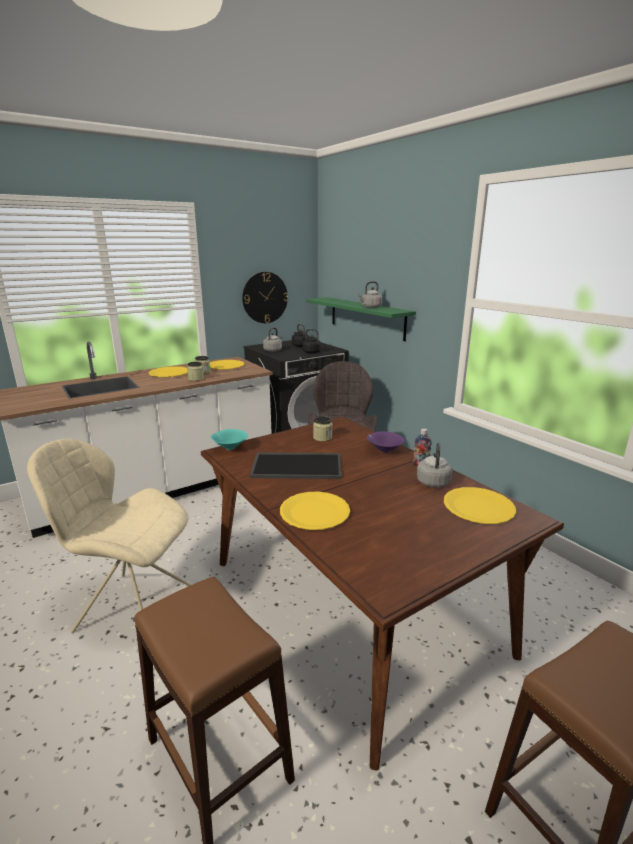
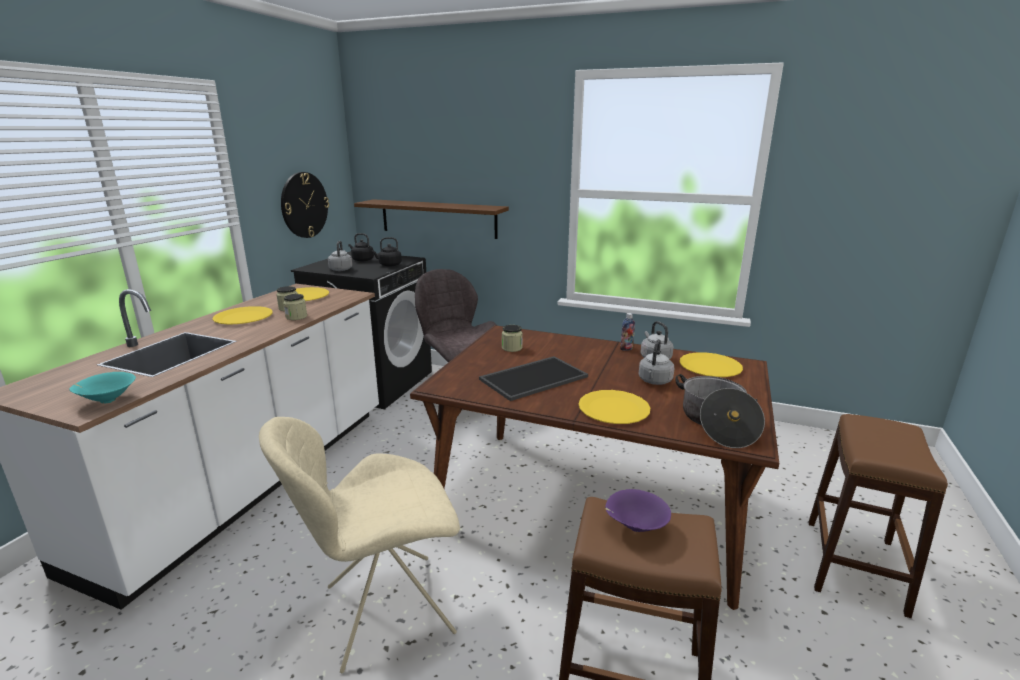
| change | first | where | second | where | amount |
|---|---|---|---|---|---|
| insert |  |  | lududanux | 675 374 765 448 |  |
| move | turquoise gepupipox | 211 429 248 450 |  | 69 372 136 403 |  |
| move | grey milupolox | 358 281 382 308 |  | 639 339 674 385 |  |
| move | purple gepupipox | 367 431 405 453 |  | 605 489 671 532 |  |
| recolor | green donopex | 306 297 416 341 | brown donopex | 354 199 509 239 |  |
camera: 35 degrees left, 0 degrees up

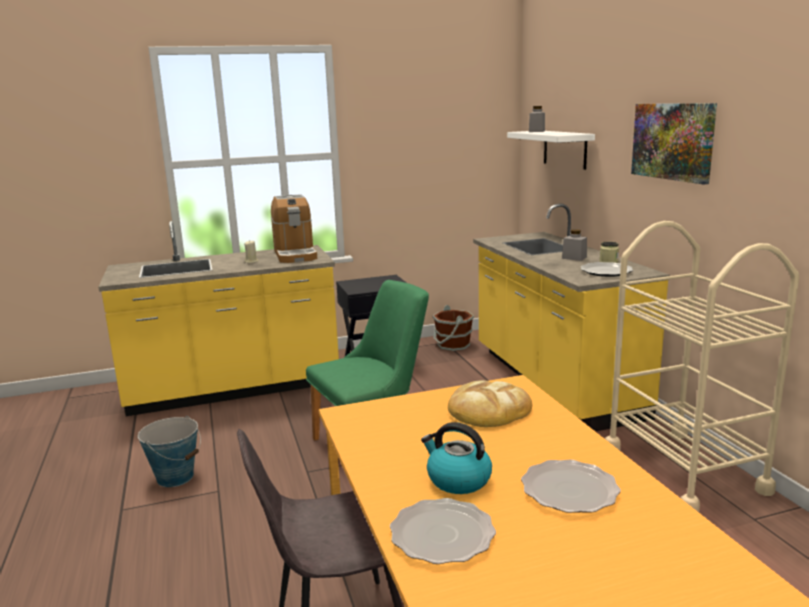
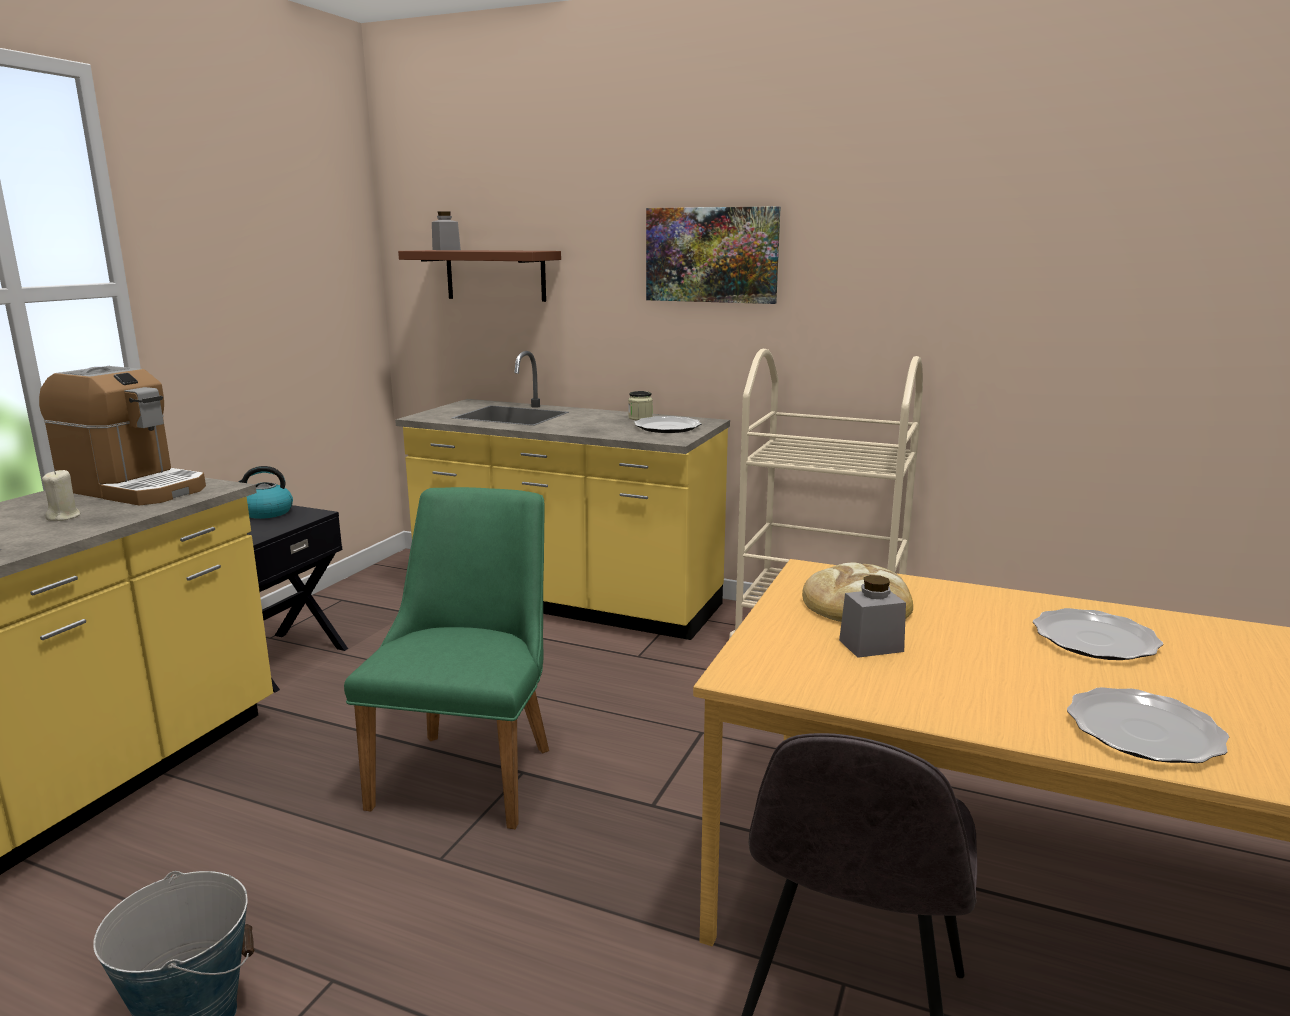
| change | first | where | second | where | amount |
|---|---|---|---|---|---|
| delete | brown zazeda | 433 305 474 351 |  |  |  |
| move | milupolox | 421 422 492 494 |  | 239 466 293 519 |  |
| move | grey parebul | 562 229 587 261 |  | 839 575 906 658 |  |
| recolor | white donopex | 507 131 595 170 | brown donopex | 398 250 561 302 |  |
camera: 50 degrees left, 0 degrees up

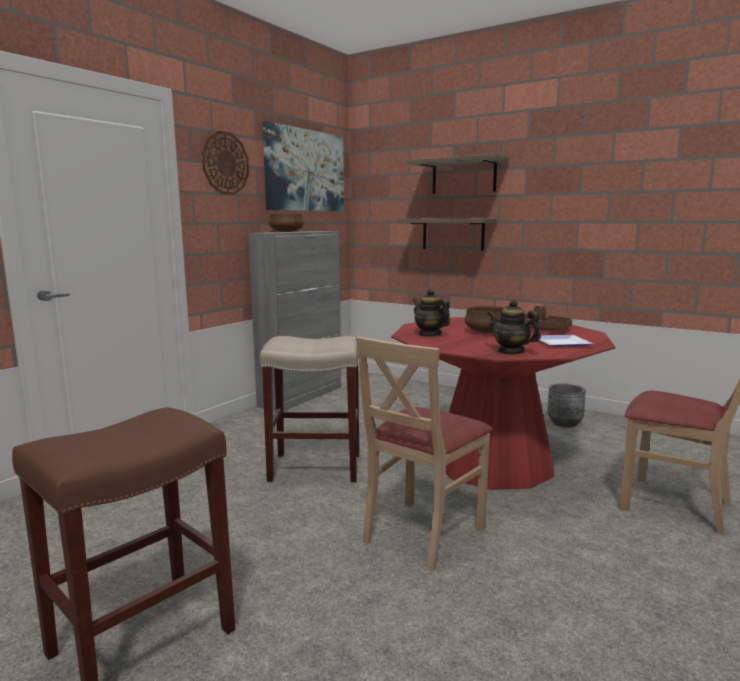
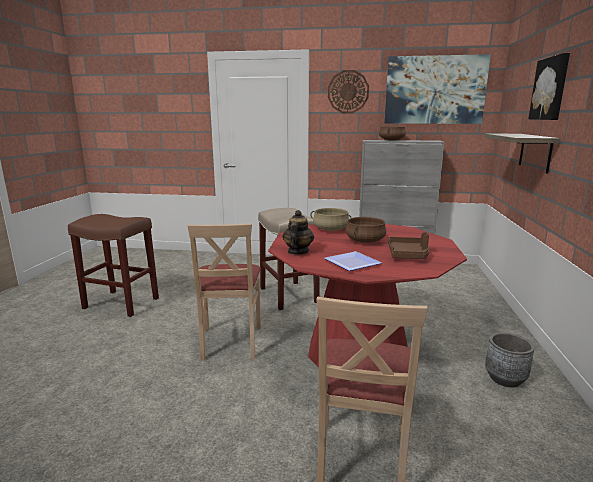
| change | first | where | second | where | amount |
|---|---|---|---|---|---|
| replace | donopex | 406 154 509 194 | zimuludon | 528 53 570 120 |  |
| replace | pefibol | 412 289 450 337 | beige lududanux | 310 208 351 231 |  |
| rotate | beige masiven | 356 336 493 571 |  | 187 224 261 361 | 105 degrees counterclockwise |
camera: 65 degrees right, 5 degrees up

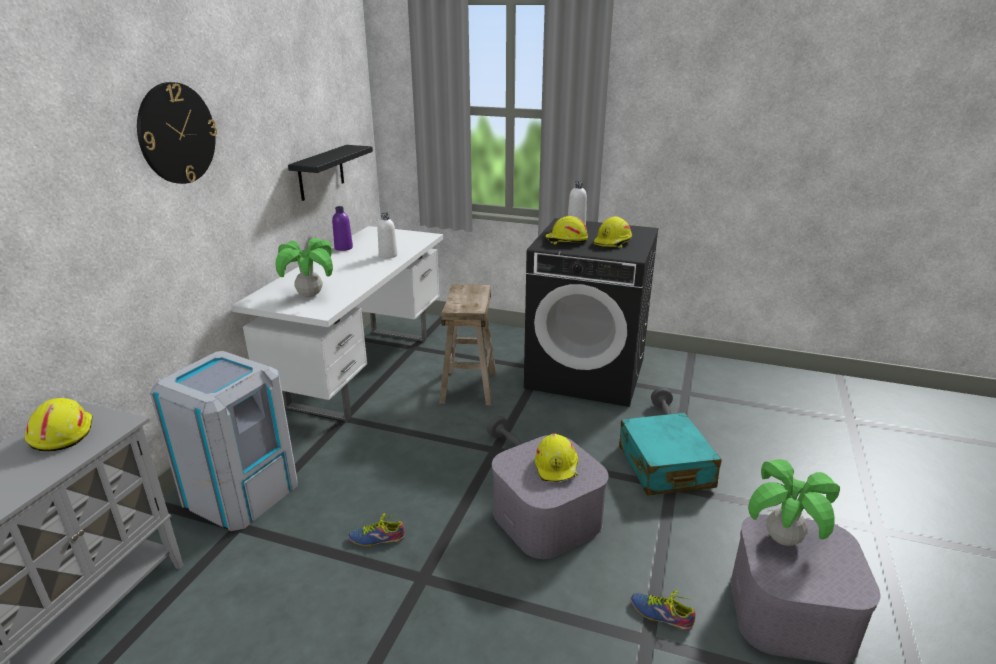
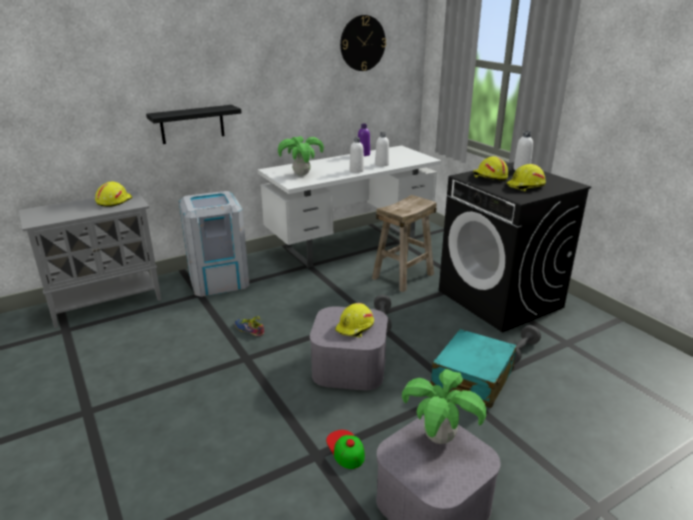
| change | first | where | second | where | amount |
|---|---|---|---|---|---|
| insert |  |  | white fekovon | 350 137 364 173 |  |
| move | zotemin | 137 82 217 184 |  | 340 15 386 71 |  |
| move | black donopex | 288 145 373 201 |  | 146 105 242 144 |  |
| replace | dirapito | 630 591 695 630 | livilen | 326 430 365 469 |  |
camera: 40 degrees right, 0 degrees up

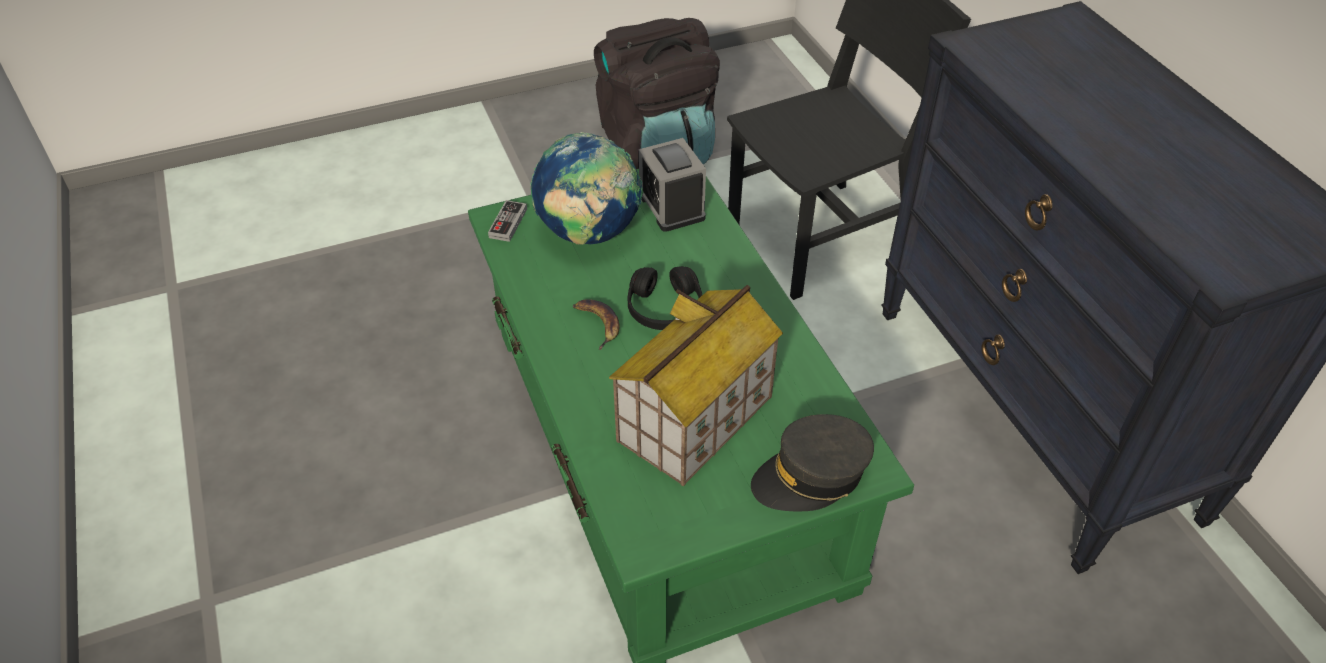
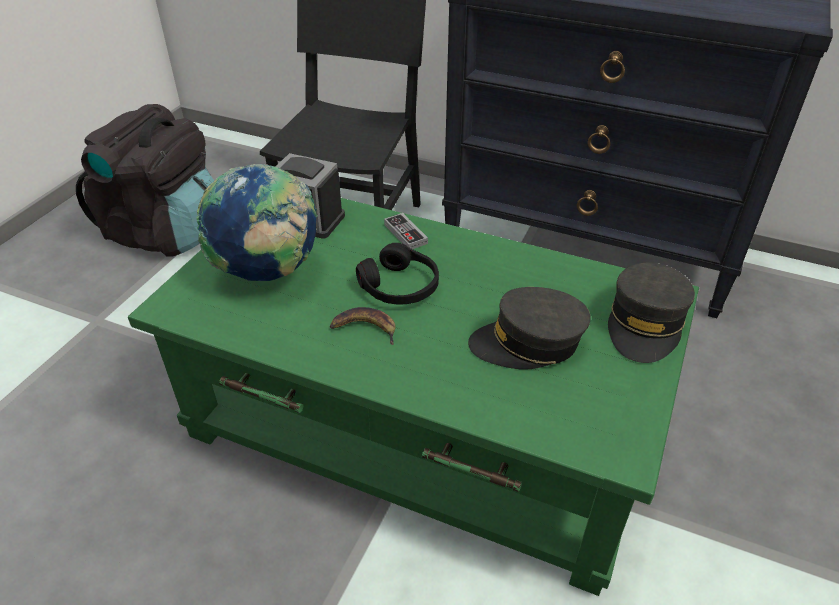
| change | first | where | second | where | amount |
|---|---|---|---|---|---|
| move | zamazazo | 488 200 527 242 |  | 384 213 428 249 |  |
| replace | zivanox | 609 285 783 487 | grey livilen | 468 287 591 370 |  |
camera: 45 degrees left, 5 degrees down

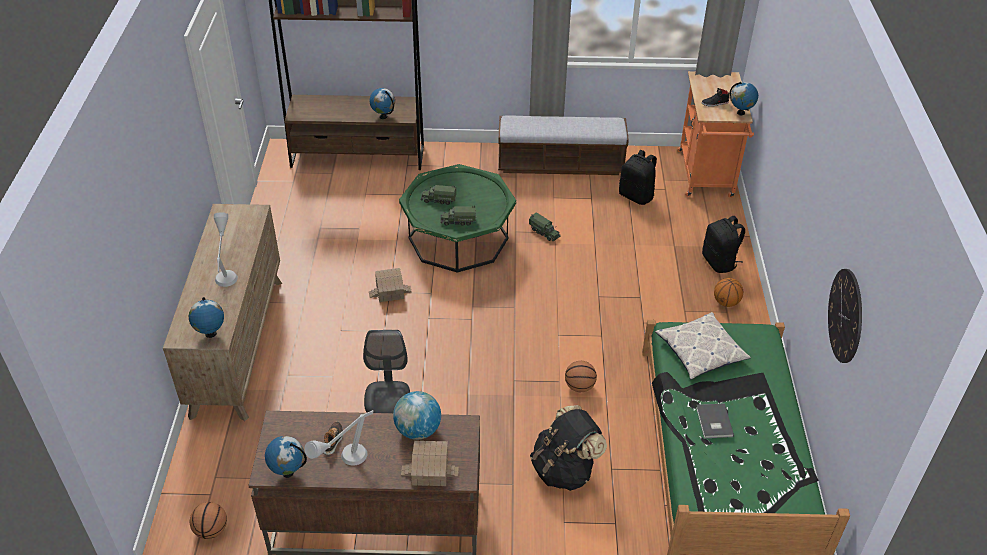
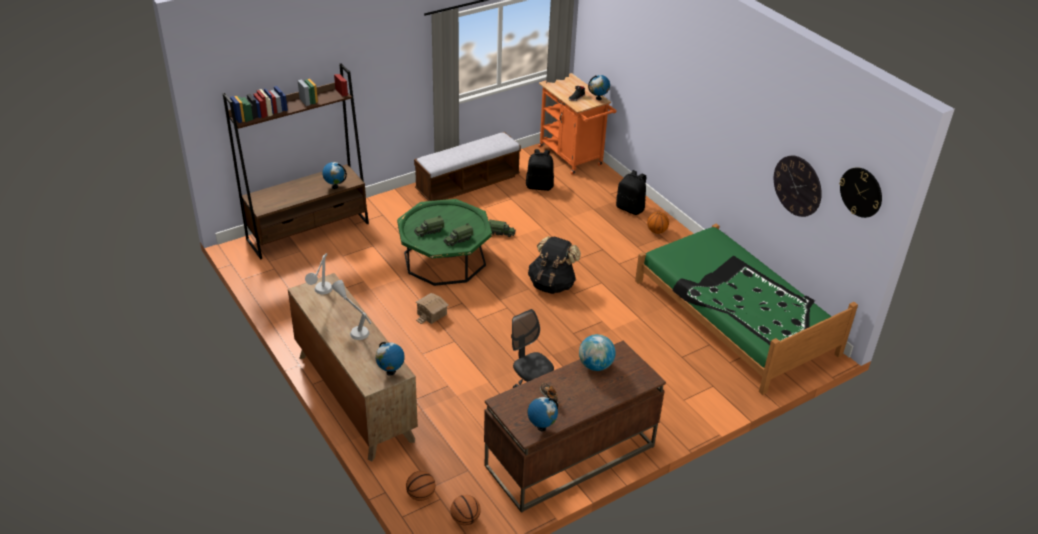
| change | first | where | second | where | amount |
|---|---|---|---|---|---|
| delete | zivanox | 401 441 459 486 |  |  |  |
| delete | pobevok | 655 312 751 379 |  |  |  |
| delete | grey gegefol | 696 403 734 438 |  |  |  |
| insert |  |  | zotemin | 839 167 882 218 |  |
| move | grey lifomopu | 305 410 373 466 |  | 305 253 333 294 |  |
| move | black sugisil | 530 405 607 491 |  | 528 236 581 294 |  |
| move | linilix | 565 361 597 392 |  | 406 471 436 501 |  |
camera: 35 degrees left, 5 degrees down

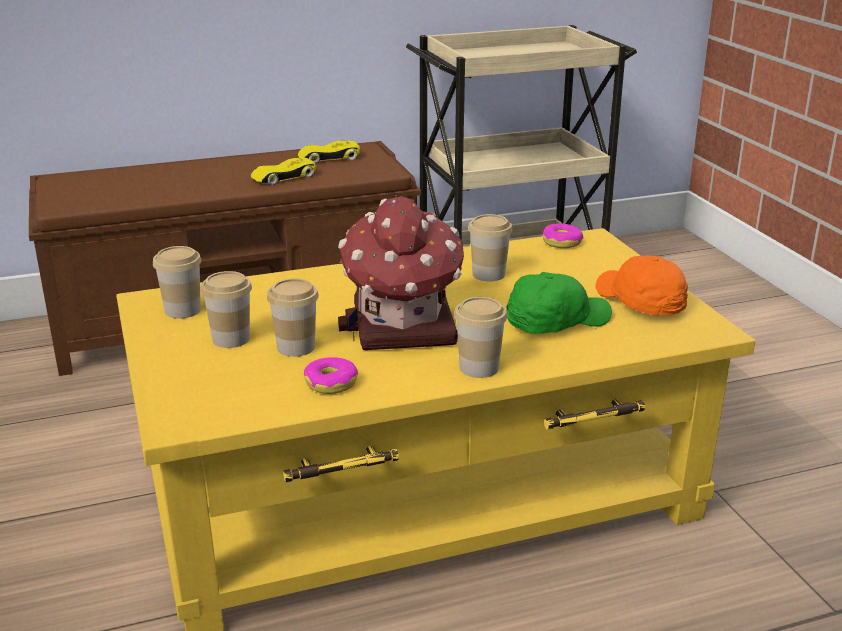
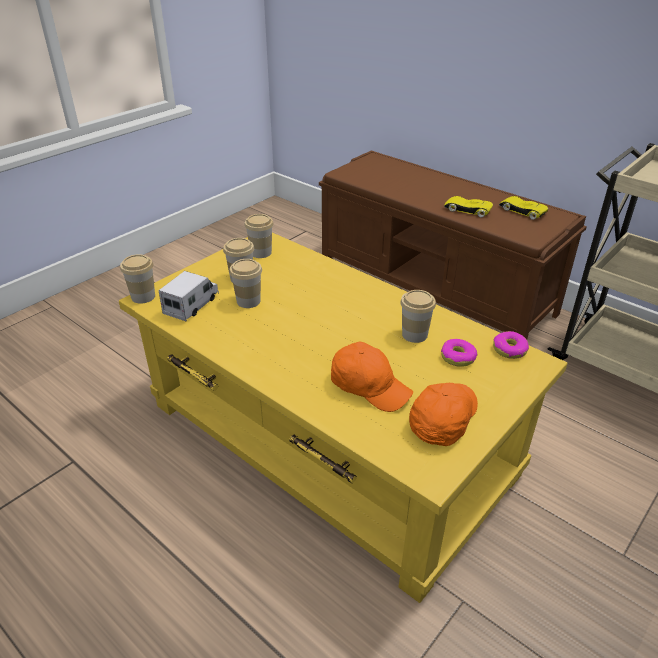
| change | first | where | second | where | amount |
|---|---|---|---|---|---|
| delete | zivanox | 338 196 464 350 |  |  |  |
| insert |  |  | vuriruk | 159 271 219 321 |  |
| move | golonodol | 304 357 358 394 |  | 441 339 477 367 |  |
| move | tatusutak | 454 297 508 378 |  | 120 254 155 304 |  |
| recolor | green livilen | 506 272 612 334 | orange livilen | 331 342 413 412 |  |
camera: 60 degrees right, 10 degrees up

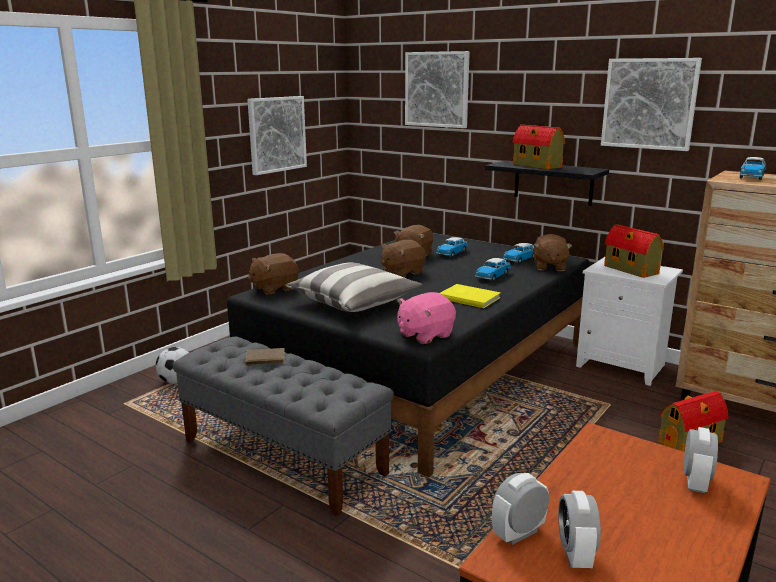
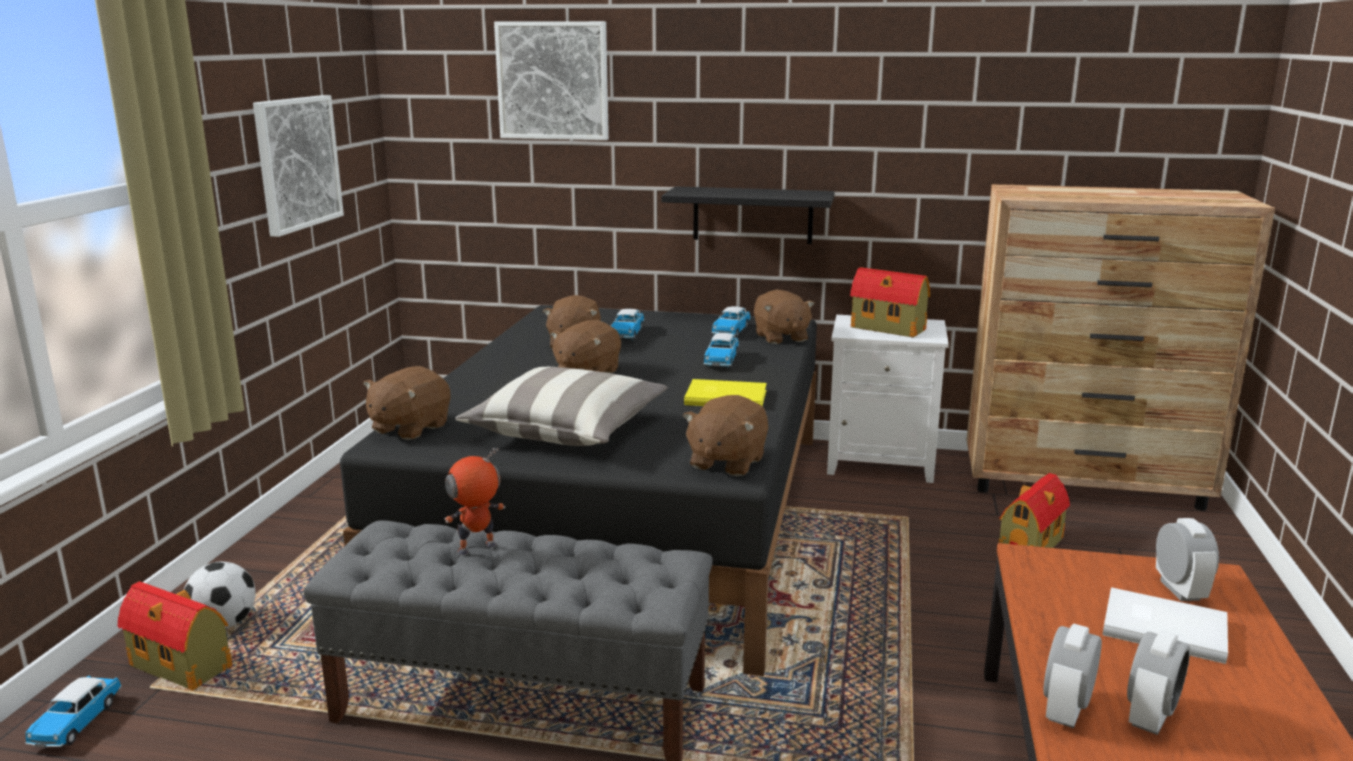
| change | first | where | second | where | amount |
|---|---|---|---|---|---|
| delete | zimuludon | 601 58 702 151 |  |  |  |
| insert |  |  | white gegefol | 1103 587 1228 664 |  |
| move | zivanox | 513 125 565 169 |  | 118 581 233 691 |  |
| move | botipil | 739 157 766 180 |  | 25 676 122 748 |  |
| replace | brown gegefol | 246 348 285 365 | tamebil | 445 447 505 555 |  |
| recolor | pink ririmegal | 397 292 456 344 | brown ririmegal | 683 395 768 477 |  |
| rotate | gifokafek | 558 491 601 568 |  | 1127 630 1190 735 | 120 degrees counterclockwise |
camera: 25 degrees left, 0 degrees up

